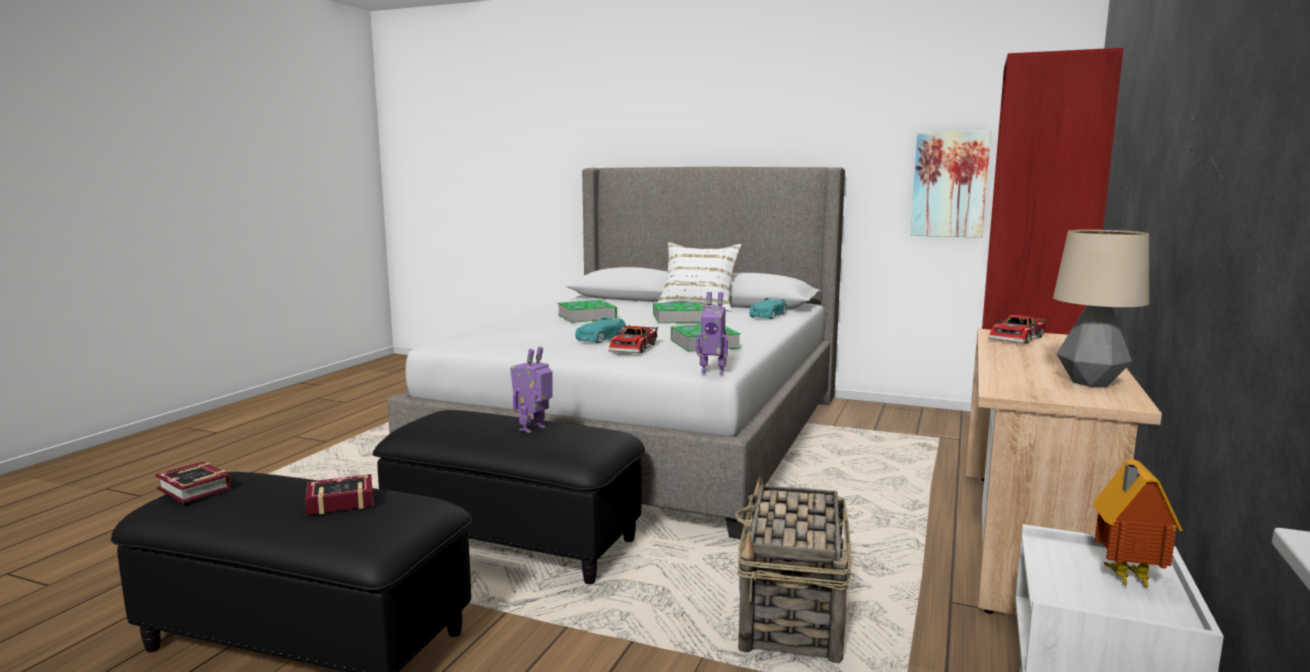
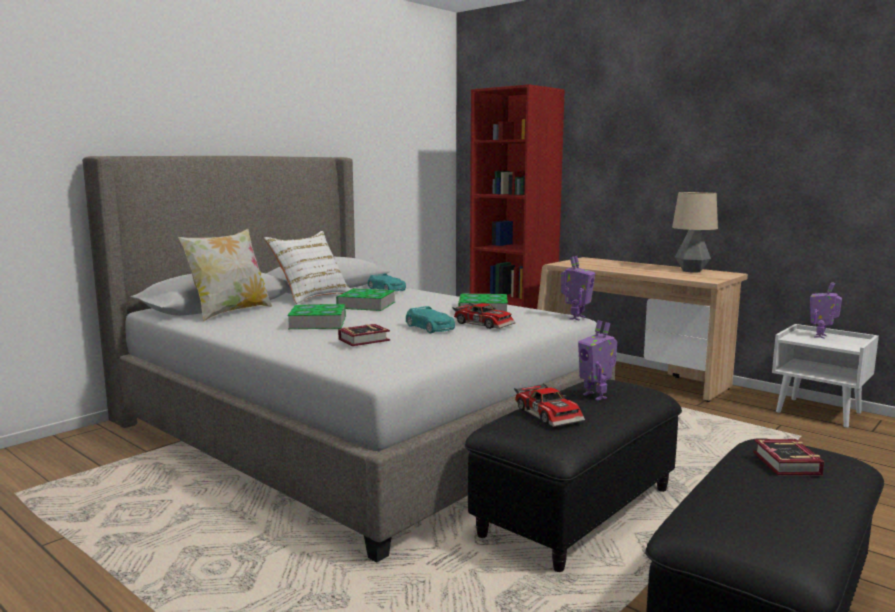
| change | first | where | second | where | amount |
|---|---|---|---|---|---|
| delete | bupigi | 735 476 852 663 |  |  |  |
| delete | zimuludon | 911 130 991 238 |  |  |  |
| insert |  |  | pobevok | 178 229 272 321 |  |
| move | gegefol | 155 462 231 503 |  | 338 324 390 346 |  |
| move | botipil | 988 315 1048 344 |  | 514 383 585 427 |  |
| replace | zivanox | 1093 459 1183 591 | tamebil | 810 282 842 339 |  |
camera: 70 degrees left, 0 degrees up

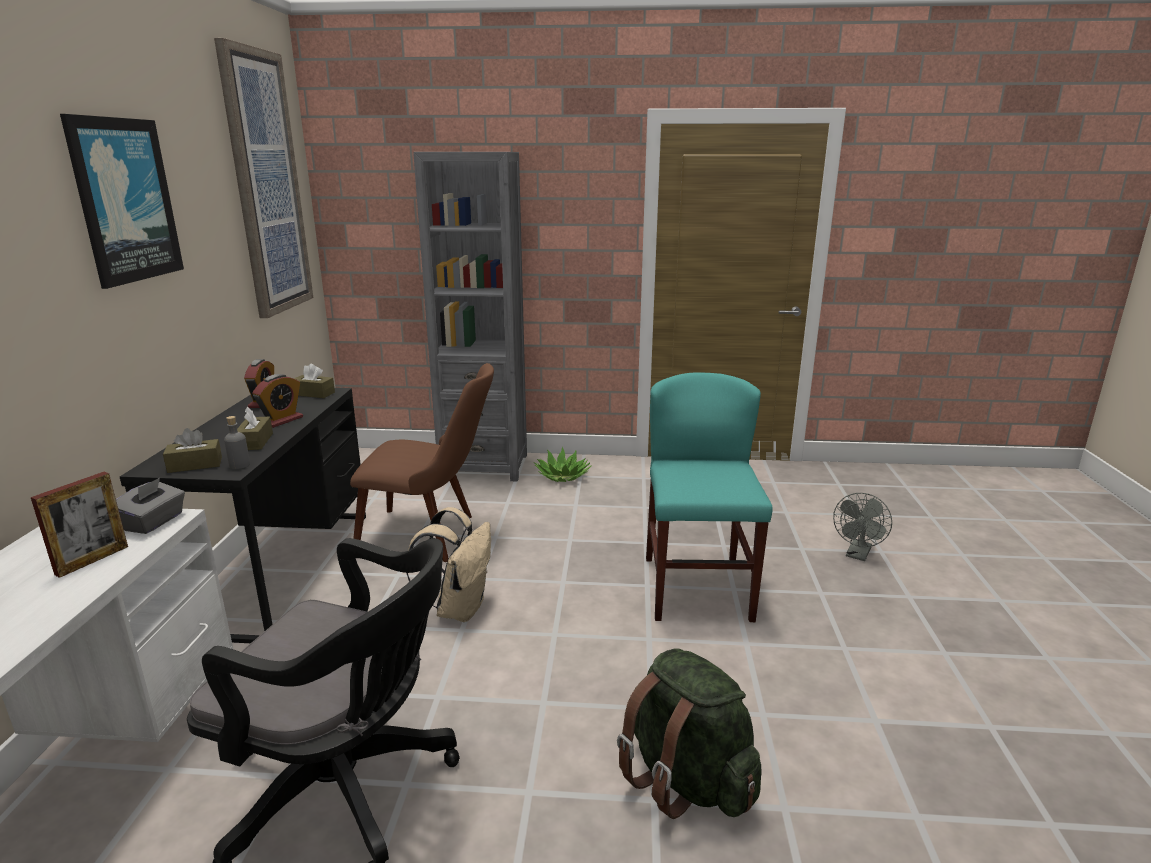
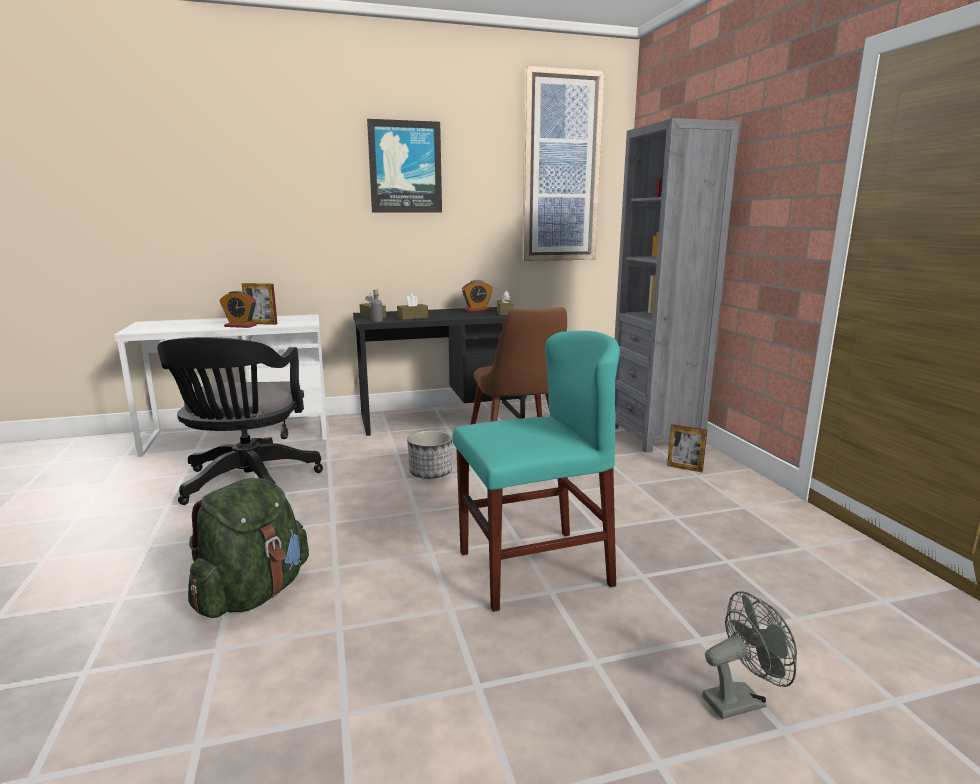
| change | first | where | second | where | amount |
|---|---|---|---|---|---|
| delete | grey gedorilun | 116 477 185 534 |  |  |  |
| move | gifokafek | 252 374 303 428 |  | 219 291 257 328 |  |
| replace | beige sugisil | 406 507 491 622 | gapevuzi | 407 430 452 479 |  |
| replace | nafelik | 534 447 592 482 | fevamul | 667 424 707 472 |  |
| rotate | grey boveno | 833 493 892 561 |  | 702 591 797 719 | 150 degrees clockwise |
camera: 70 degrees right, 5 degrees down

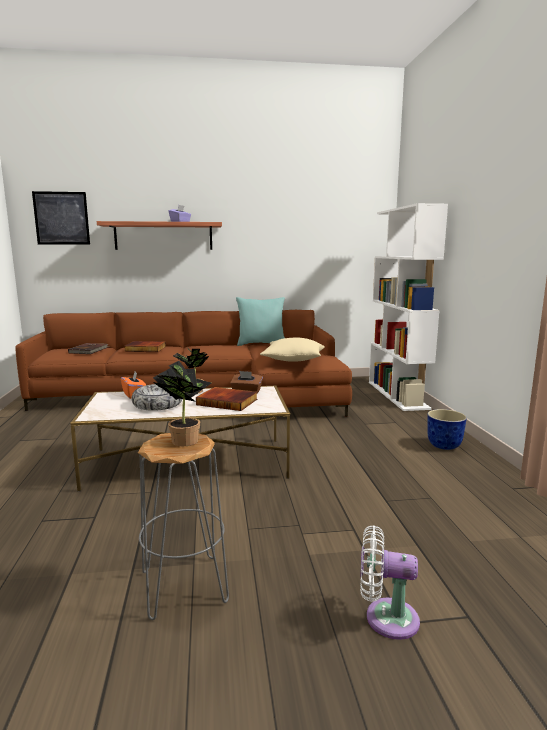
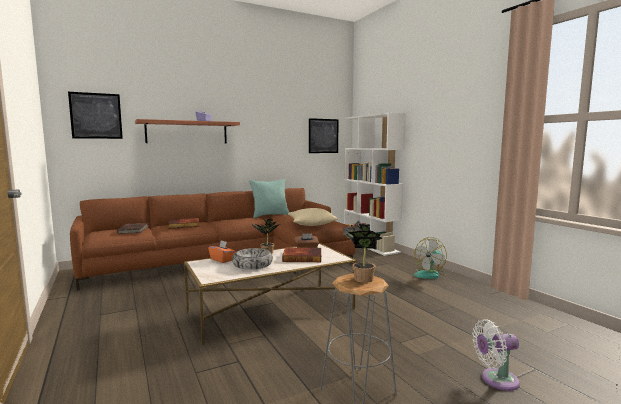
| change | first | where | second | where | amount |
|---|---|---|---|---|---|
| insert |  |  | zimuludon | 309 118 339 153 |  |
| replace | gapevuzi | 428 409 467 450 | boveno | 414 237 447 279 |  |
camera: 20 degrees left, 5 degrees down

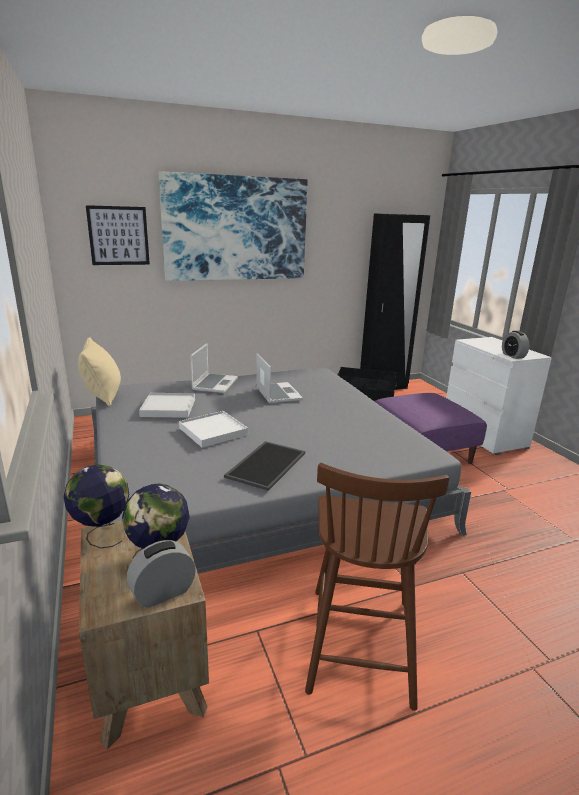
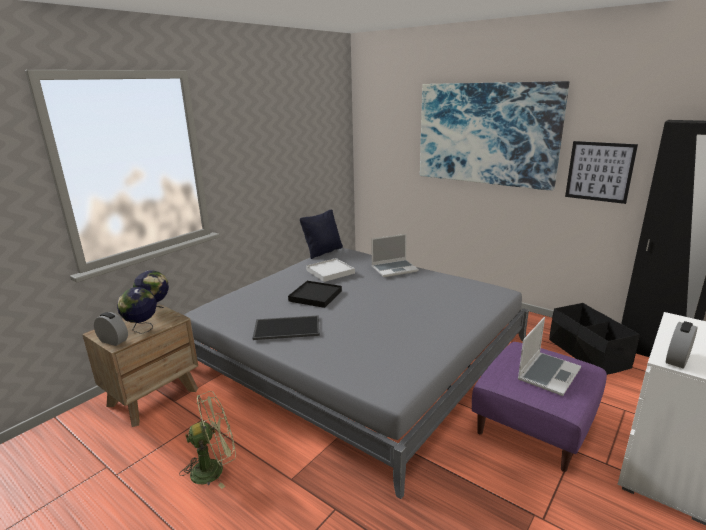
| change | first | where | second | where | amount |
|---|---|---|---|---|---|
| move | zimuludon | 86 205 150 265 |  | 565 141 638 204 |  |
| move | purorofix | 256 353 303 404 |  | 518 317 581 396 |  |
| replace | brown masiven | 305 463 449 711 | green boveno | 179 391 236 489 |  |
| recolor | beige pobevok | 78 337 121 407 | black pobevok | 300 209 343 259 |  |
| recolor | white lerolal | 179 411 248 448 | black lerolal | 288 281 342 308 |  |
camera: 60 degrees right, 0 degrees up

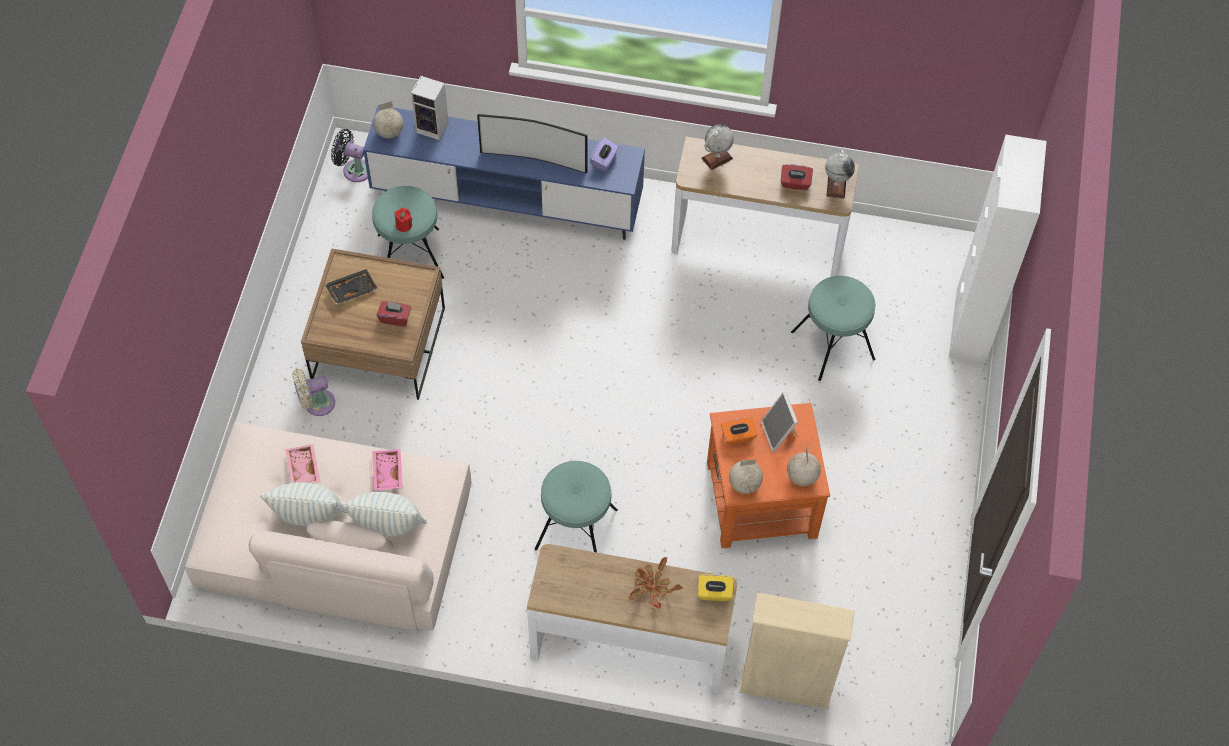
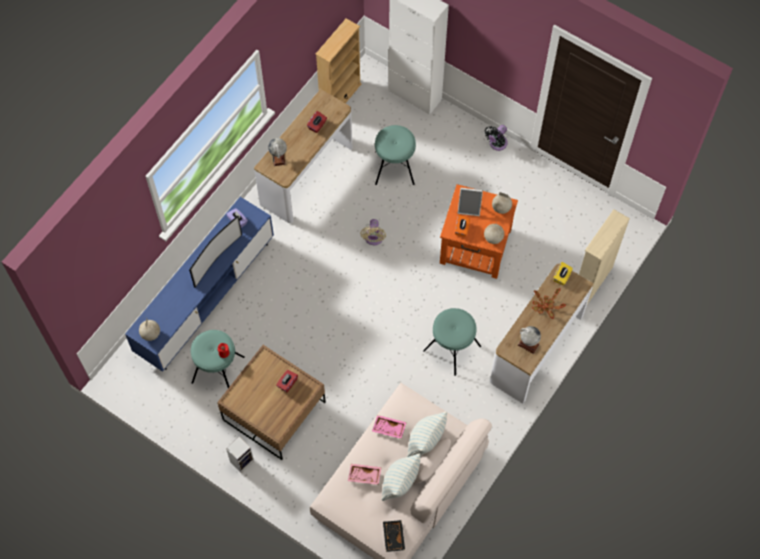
| change | first | where | second | where | amount |
|---|---|---|---|---|---|
| insert |  |  | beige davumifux | 316 18 362 103 |  |
| move | beige boveno | 292 369 335 416 |  | 360 219 386 245 |  |
| move | black lerolal | 325 269 378 304 |  | 383 520 405 552 |  |
| move | black boveno | 331 129 368 182 |  | 485 125 508 151 |  |
| move | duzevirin | 411 76 449 140 |  | 226 436 254 473 |  |
| move | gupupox | 825 150 855 198 |  | 518 326 541 354 |  |
camera: 65 degrees left, 5 degrees up

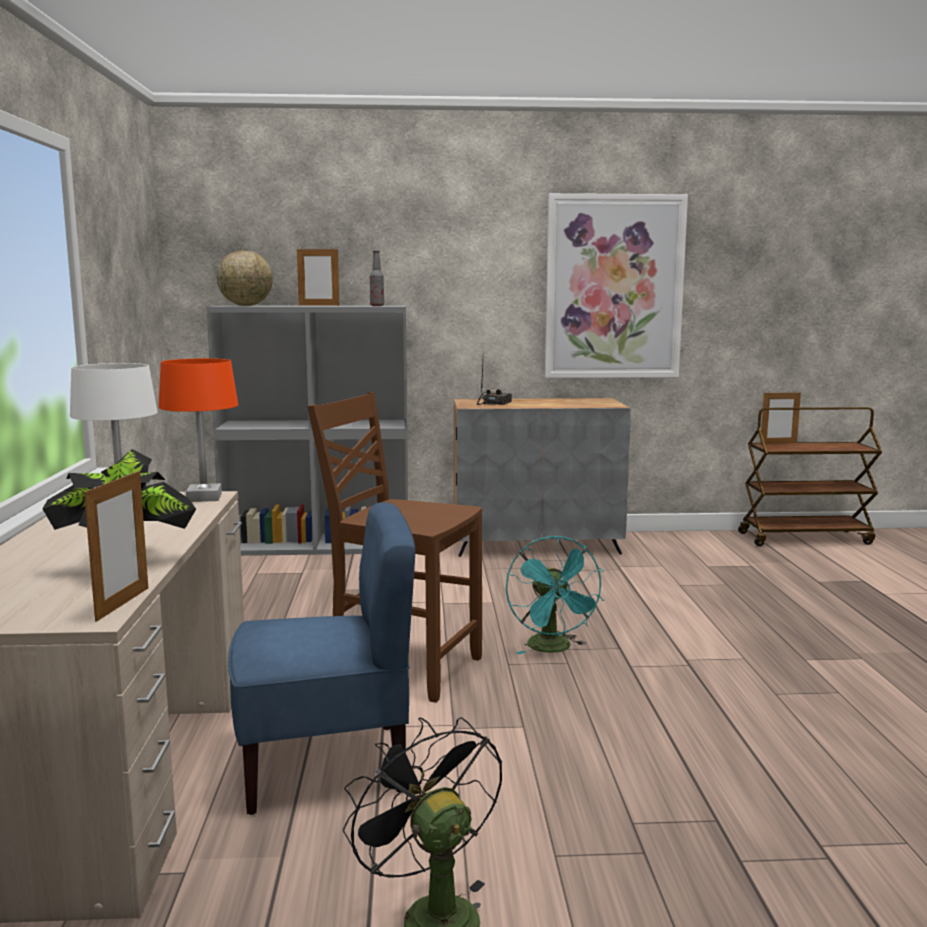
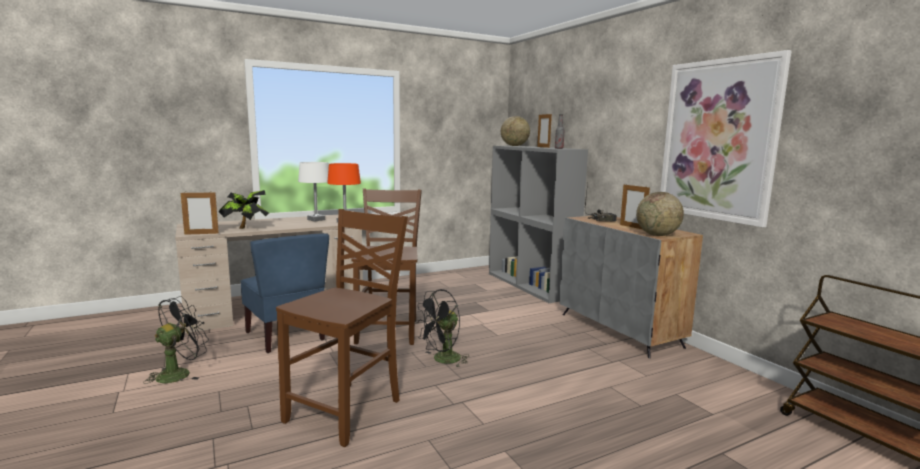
| change | first | where | second | where | amount |
|---|---|---|---|---|---|
| insert |  |  | brown masiven | 276 209 408 447 |  |
| insert |  |  | gupupox | 636 192 684 236 |  |
| move | fevamul | 760 393 801 444 |  | 620 183 650 230 |  |
| recolor | turquoise boveno | 506 536 604 654 | black boveno | 415 289 469 368 |  |
camera: 65 degrees right, 0 degrees up

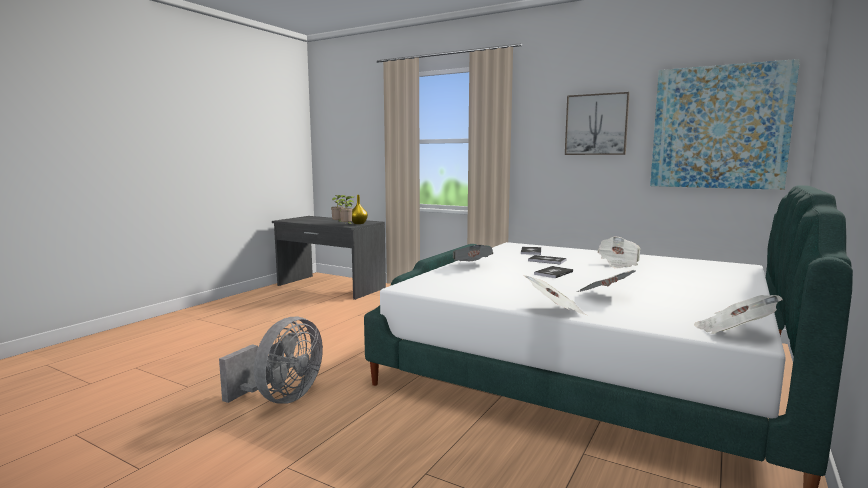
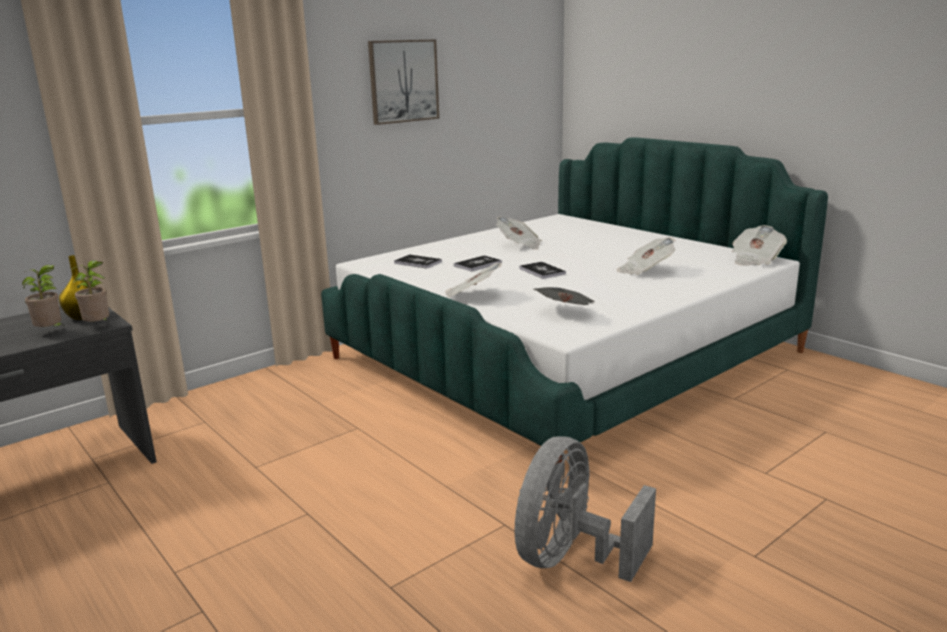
| change | first | where | second | where | amount |
|---|---|---|---|---|---|
| delete | zimuludon | 650 59 800 190 |  |  |  |
| move | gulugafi | 524 275 586 315 |  | 533 287 594 305 |  |
| rotate | grey boveno | 219 317 323 404 |  | 514 436 656 582 | 105 degrees counterclockwise |
camera: 70 degrees left, 10 degrees up

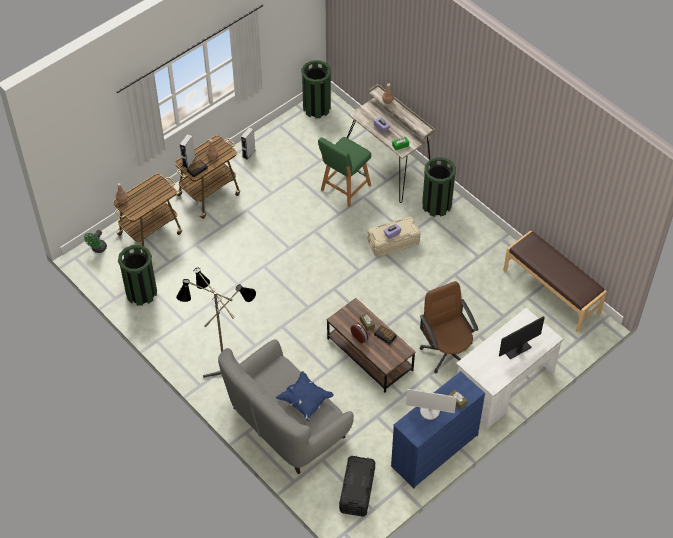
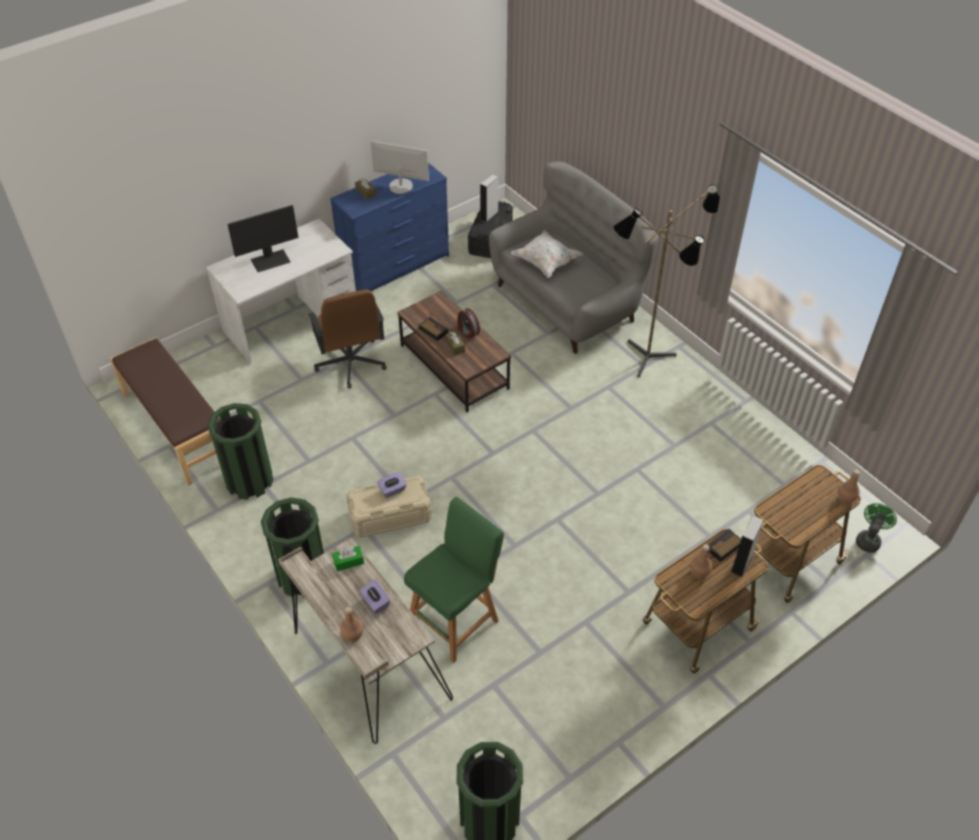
| change | first | where | second | where | amount |
|---|---|---|---|---|---|
| move | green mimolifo | 118 245 157 306 |  | 207 403 273 500 |  |
| move | grey duzevirin | 241 127 255 160 |  | 480 175 499 222 |  |
| recolor | blue pobevok | 275 371 334 421 | white pobevok | 511 230 583 278 |  |
camera: 175 degrees left, 5 degrees down

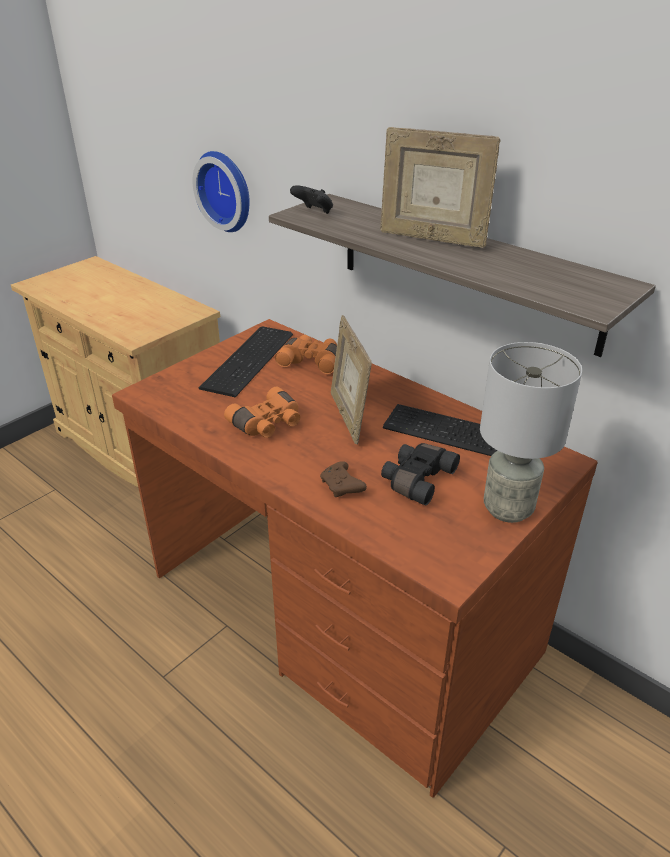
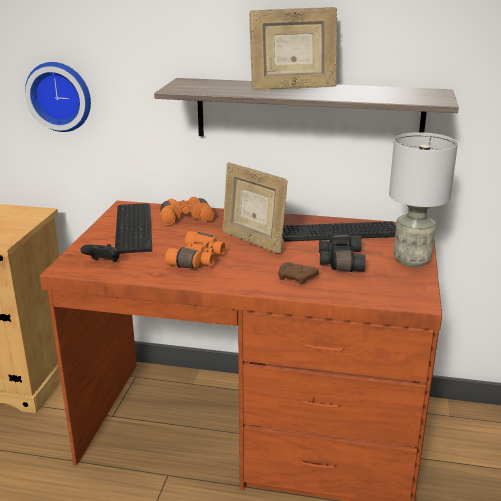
| change | first | where | second | where | amount |
|---|---|---|---|---|---|
| move | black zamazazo | 290 185 333 214 |  | 81 244 120 262 |  |
camera: 30 degrees left, 10 degrees down

